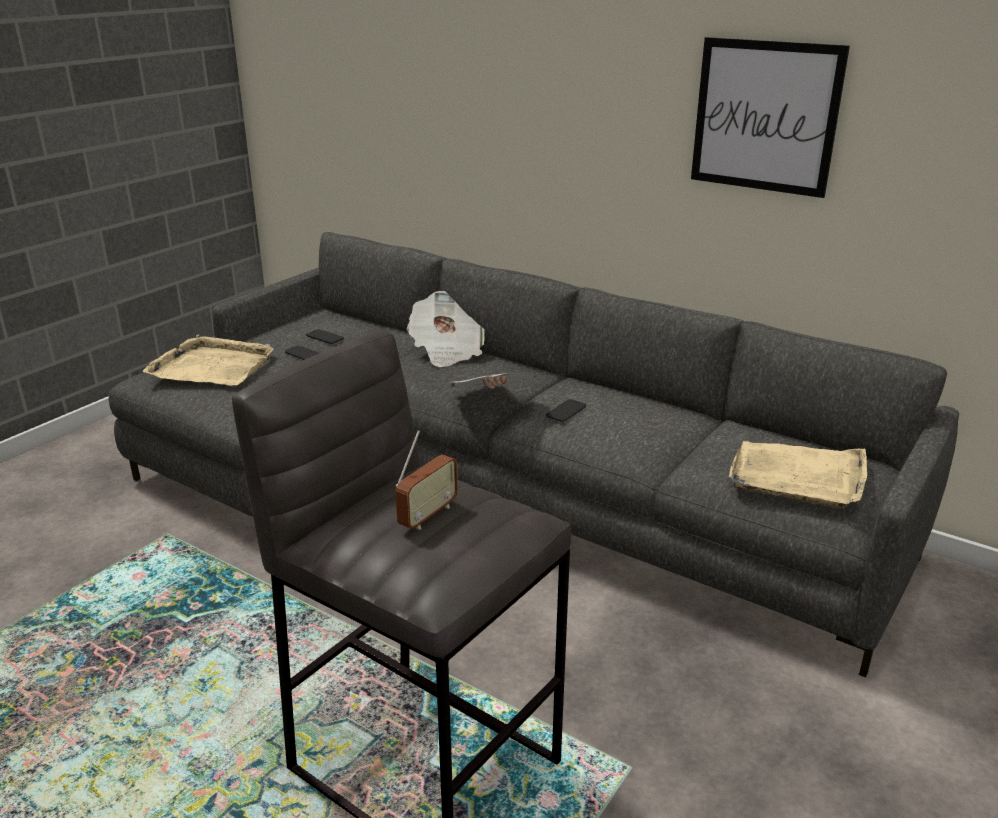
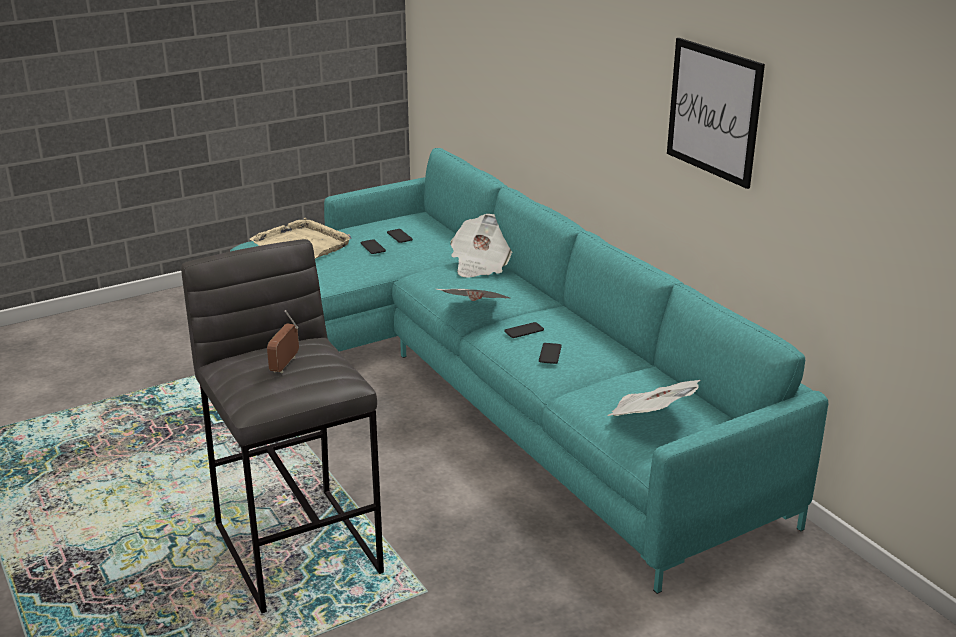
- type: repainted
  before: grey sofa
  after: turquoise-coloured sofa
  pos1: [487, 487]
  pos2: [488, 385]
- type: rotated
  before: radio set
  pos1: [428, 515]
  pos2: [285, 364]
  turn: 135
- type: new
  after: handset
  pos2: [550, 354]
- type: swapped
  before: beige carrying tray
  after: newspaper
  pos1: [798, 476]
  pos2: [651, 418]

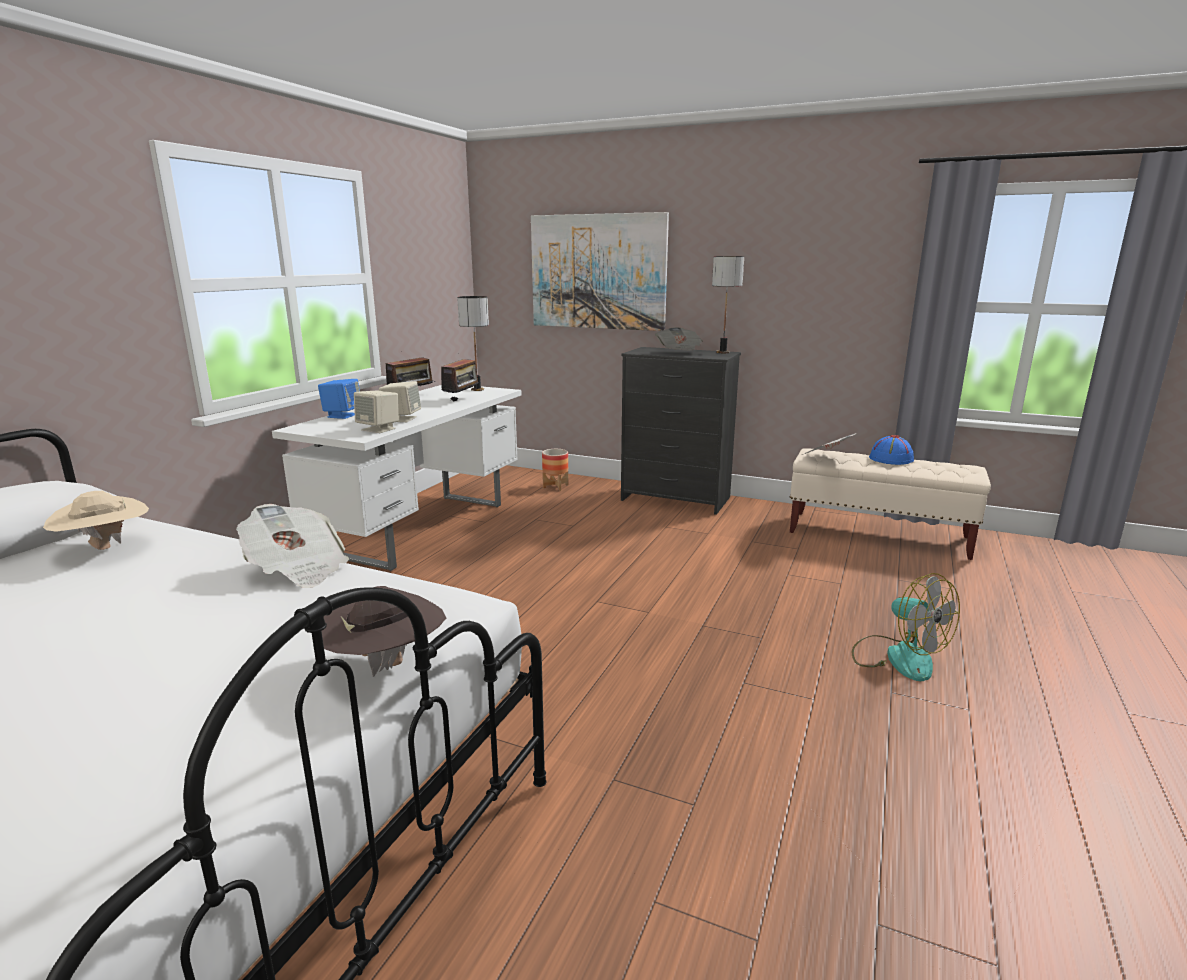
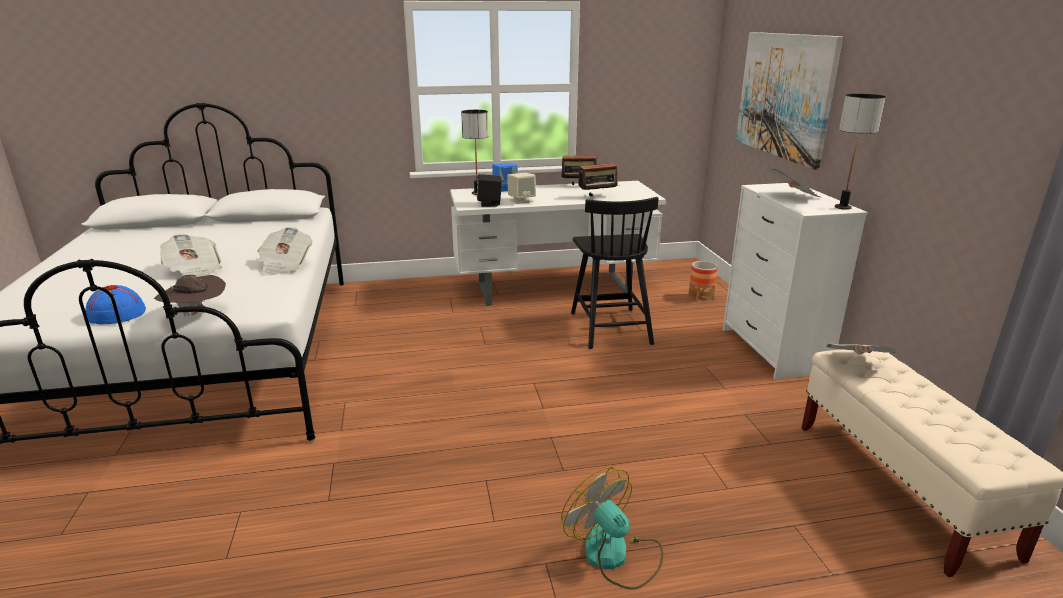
- type: shifted
  before: blue-coloured wearable hat
  pos1: [890, 459]
  pos2: [116, 314]
- type: new
  after: newspaper
  pos2: [194, 271]
- type: shifted
  before: table lamp
  pos1: [477, 389]
  pos2: [477, 193]
- type: repainted
  before: beige loudspeaker
  after: blackish loudspeaker
  pos1: [379, 429]
  pos2: [489, 204]
- type: rotated
  before: cooling fan
  pos1: [898, 657]
  pos2: [615, 556]
  turn: 120
- type: new
  after: blackish upright chair
  pos2: [610, 327]
- type: repainted
  before: blackish chest of drawers
  after: white-coloured chest of drawers
  pos1: [675, 499]
  pos2: [772, 350]
- type: gone
  before: beige wearable hat
  pos1: [105, 549]

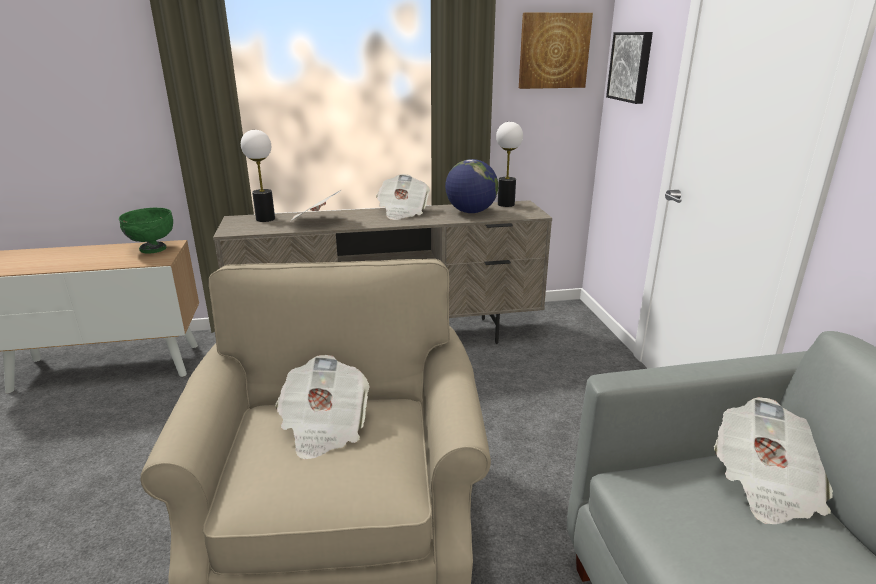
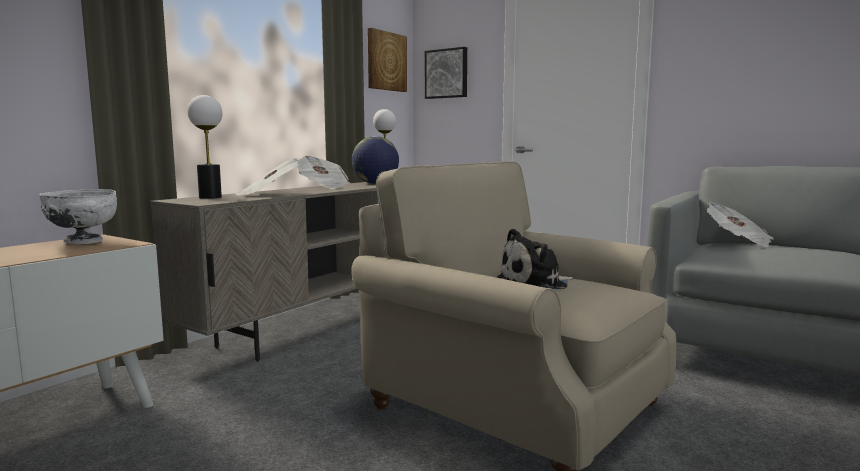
- type: repainted
  before: green-coloured bowl
  after: white-coloured bowl
  pos1: [152, 249]
  pos2: [83, 242]
- type: swapped
  before: newspaper
  after: plush toy
  pos1: [324, 427]
  pos2: [536, 284]

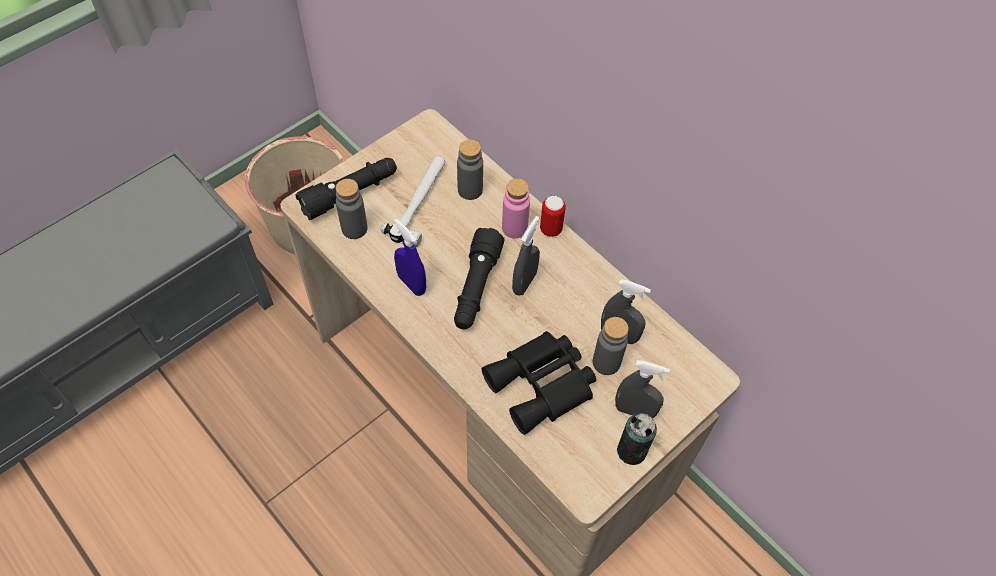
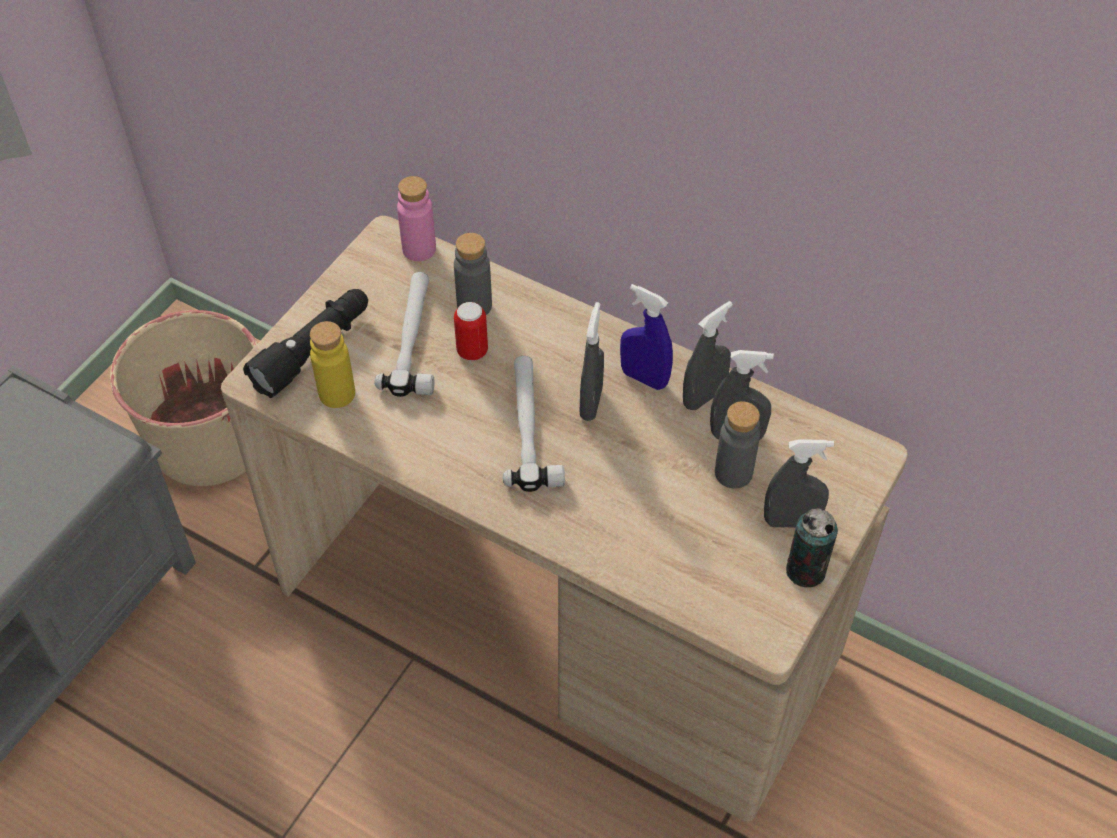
- type: repainted
  before: grey drink bottle
  after: yellowish drink bottle
  pos1: [354, 228]
  pos2: [337, 394]
- type: shifted
  before: pink-coloured drink bottle
  pos1: [514, 228]
  pos2: [419, 249]
- type: shifted
  before: sealed can
  pos1: [551, 229]
  pos2: [472, 351]
- type: swapped
  before: blackish torch
  after: hammer
  pos1: [476, 288]
  pos2: [530, 426]
- type: shifted
  before: blue-coloured sprayer
  pos1: [411, 284]
  pos2: [644, 378]
- type: new
  after: grey sprayer
  pos2: [703, 397]
- type: gone
  before: blackish field glasses
  pos1: [543, 386]

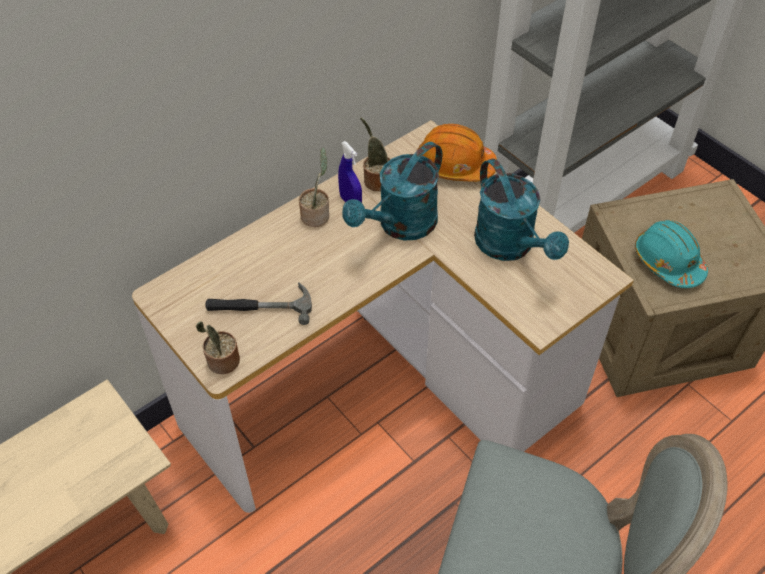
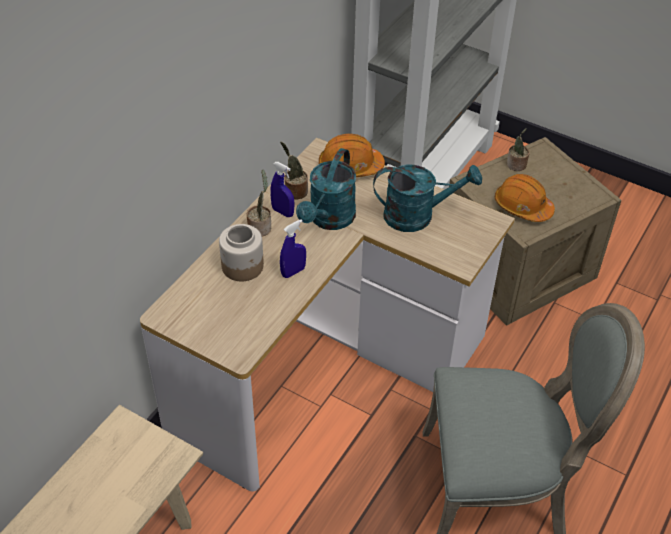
- type: new
  after: preserve jar
  pos2: [243, 266]
- type: new
  after: blue-coloured sprayer
  pos2: [293, 272]
- type: rotated
  before: turquoise-coloured watering pot
  pos1: [510, 246]
  pos2: [418, 215]
  turn: -45
- type: repainted
  before: turquoise-coloured safety helmet
  after: orange safety helmet
  pos1: [668, 262]
  pos2: [522, 207]
- type: shifted
  before: potted plant
  pos1: [222, 362]
  pos2: [516, 165]
- type: gone
  before: hammer
  pos1: [259, 306]

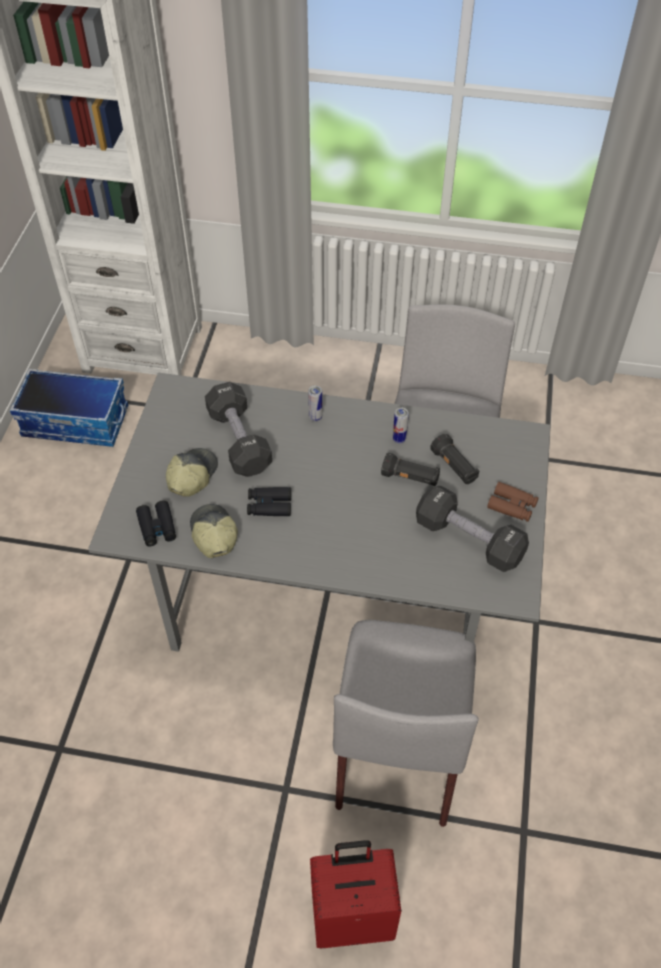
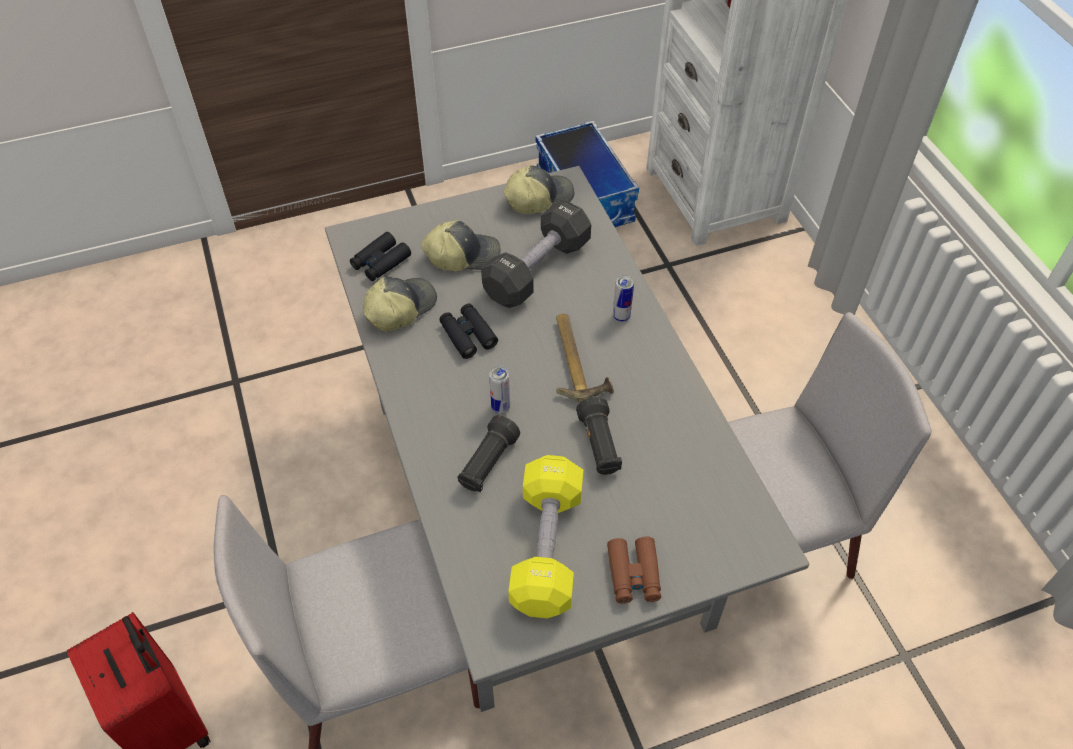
- type: shifted
  before: blackish torch
  pos1: [454, 467]
  pos2: [487, 463]
- type: shifted
  before: sealed can
  pos1: [399, 439]
  pos2: [500, 407]
- type: new
  after: baseball cap
  pos2: [538, 198]
- type: repainted
  before: blackish hand weight
  after: yellowish hand weight
  pos1: [469, 539]
  pos2: [547, 548]
- type: new
  after: hammer
  pos2: [577, 361]

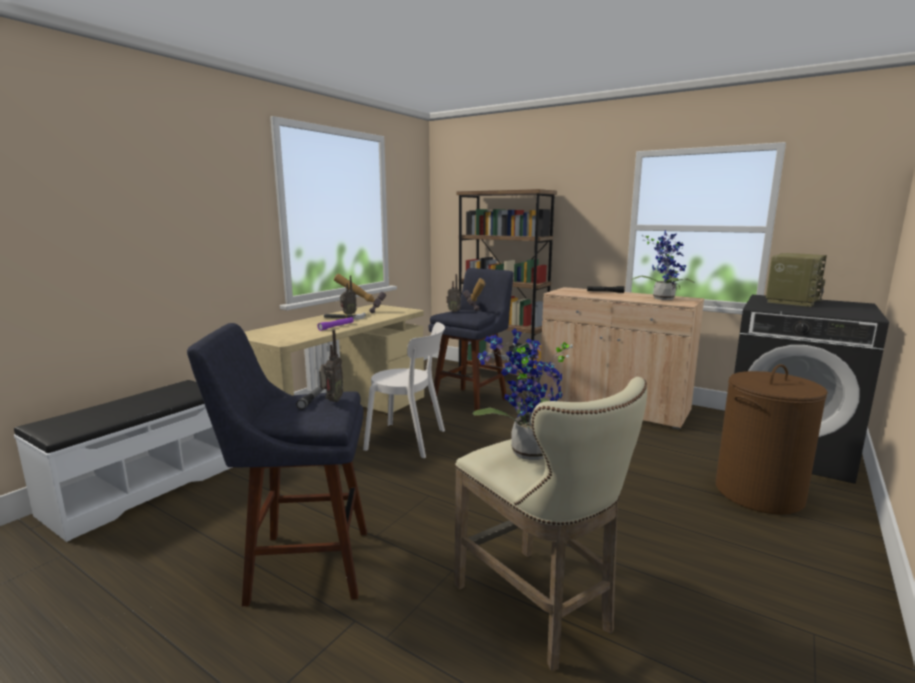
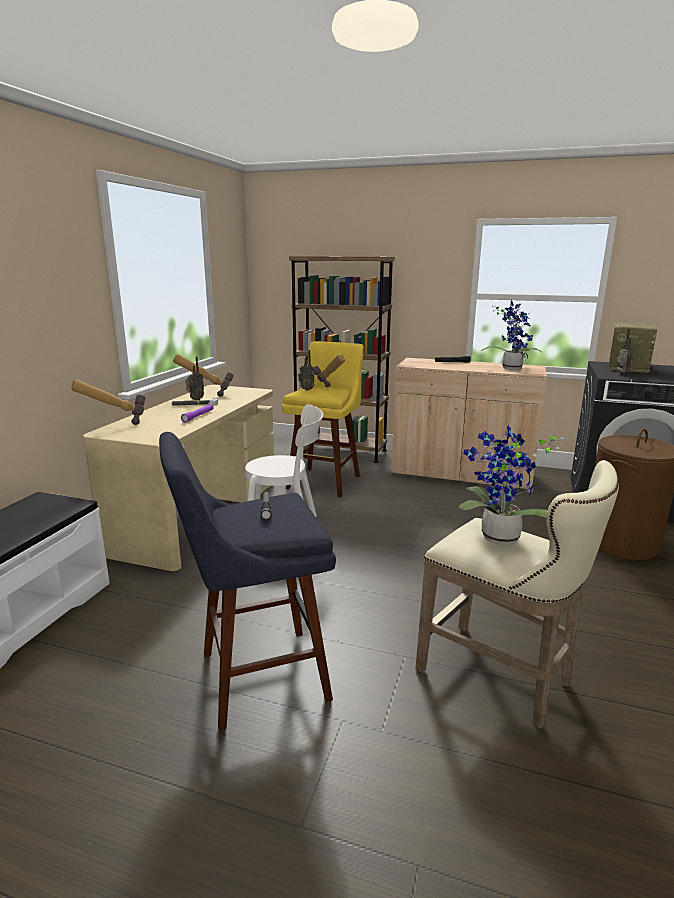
- type: new
  after: hammer
  pos2: [114, 426]
- type: repainted
  before: blue-coloured stool
  after: yellowish stool
  pos1: [472, 400]
  pos2: [325, 480]
- type: shifted
  before: radio set
  pos1: [331, 401]
  pos2: [621, 374]

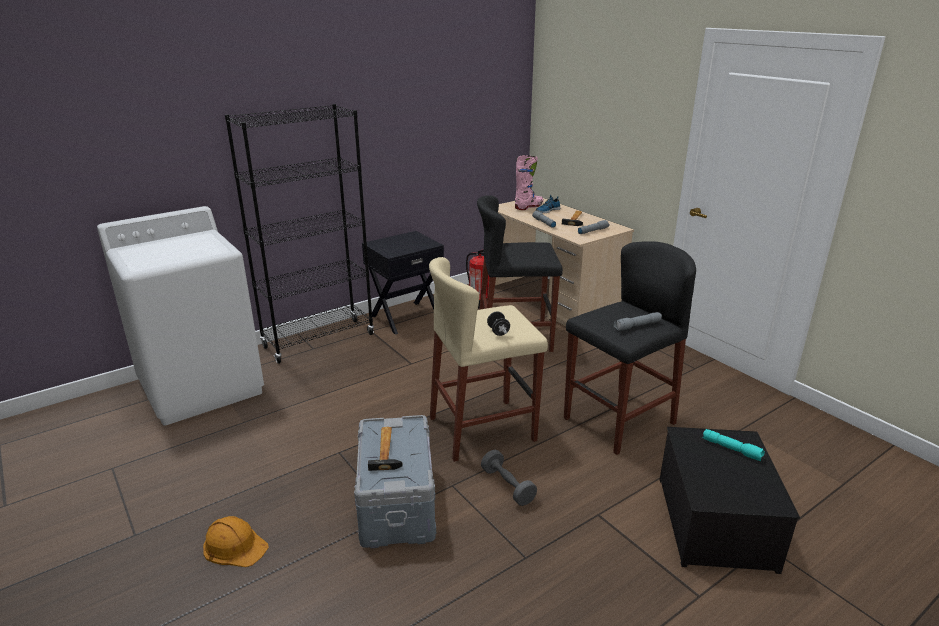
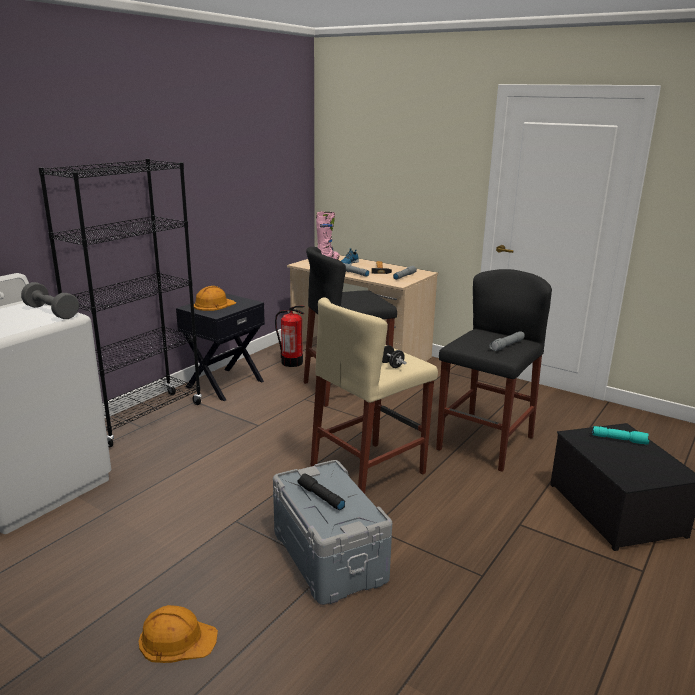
- type: shifted
  before: grey hand weight
  pos1: [507, 486]
  pos2: [51, 312]
- type: new
  after: orange safety helmet
  pos2: [213, 304]
- type: swapped
  before: hammer
  after: blackish torch
  pos1: [387, 449]
  pos2: [320, 497]

